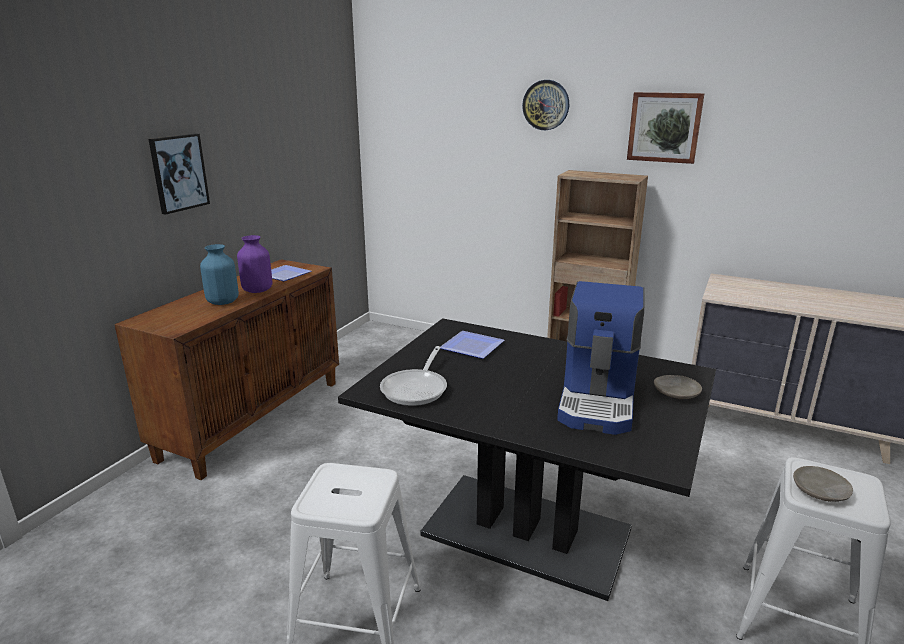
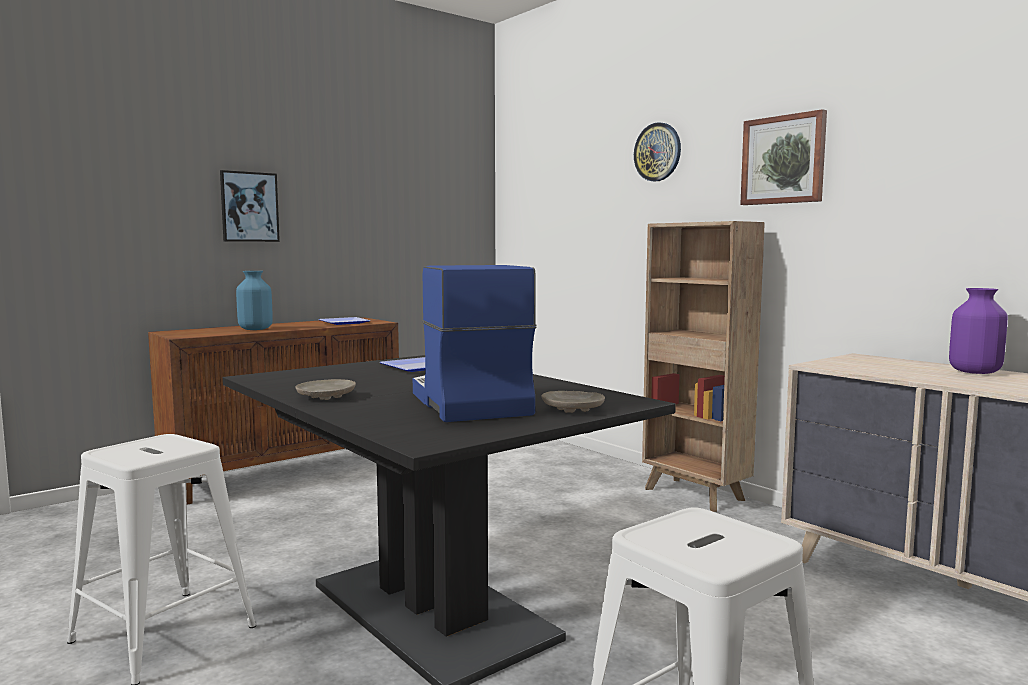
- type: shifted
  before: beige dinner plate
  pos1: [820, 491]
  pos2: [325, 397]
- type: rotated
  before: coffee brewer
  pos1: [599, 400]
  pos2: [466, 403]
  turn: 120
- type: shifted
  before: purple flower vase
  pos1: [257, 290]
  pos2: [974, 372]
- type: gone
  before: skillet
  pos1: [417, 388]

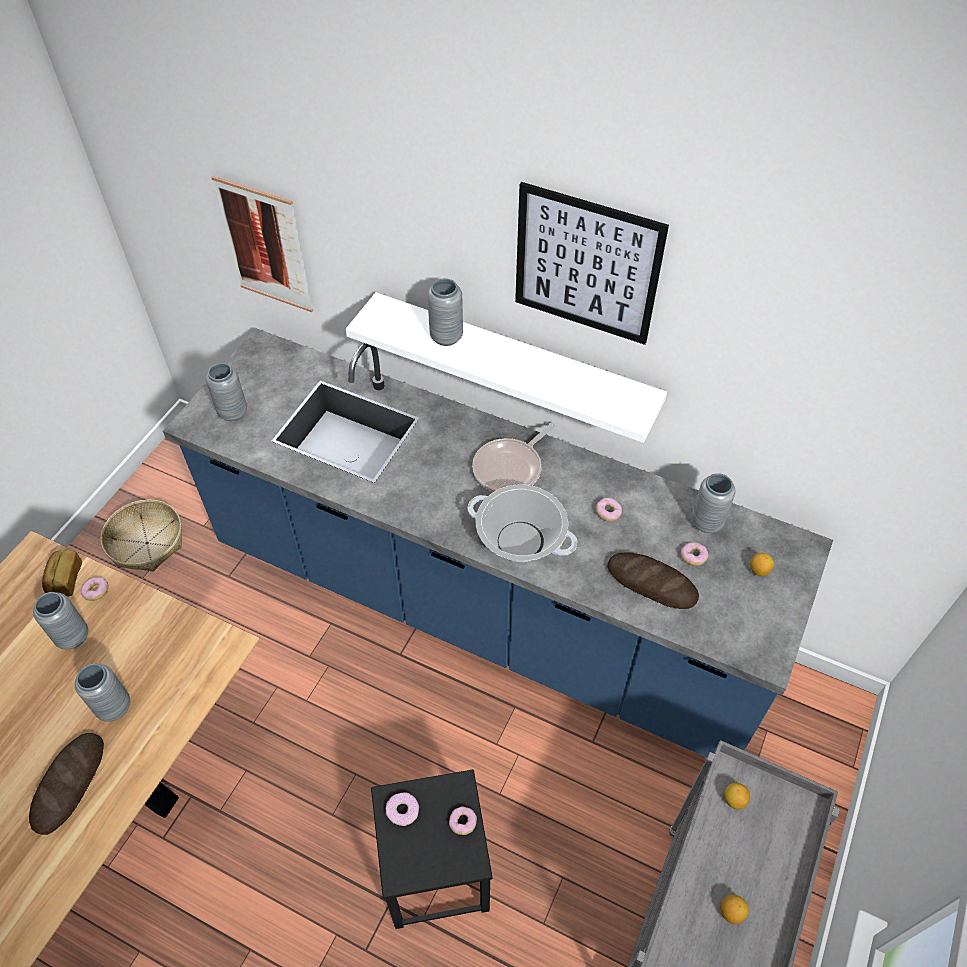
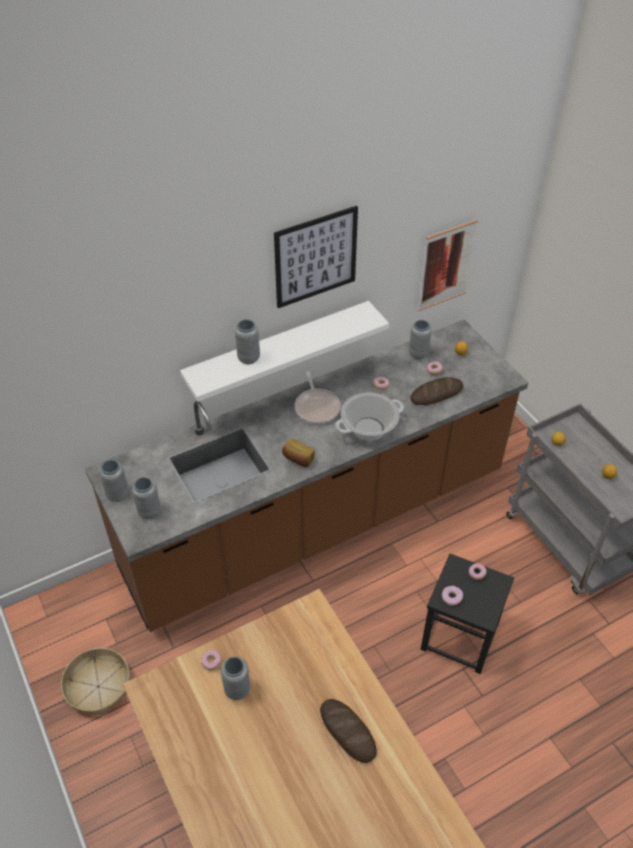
- type: repainted
  before: blue-coloured counter
  after: brown-coloured counter
  pos1: [483, 608]
  pos2: [316, 522]
- type: shifted
  before: grey flower vase
  pos1: [114, 707]
  pos2: [118, 495]
- type: shifted
  before: bread
  pos1: [64, 580]
  pos2: [298, 459]
- type: shifted
  before: wall art
  pos1: [265, 246]
  pos2: [446, 265]

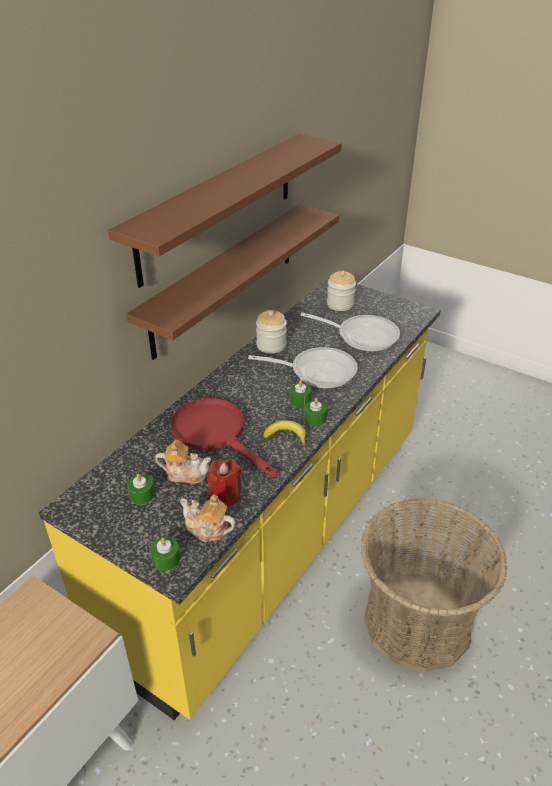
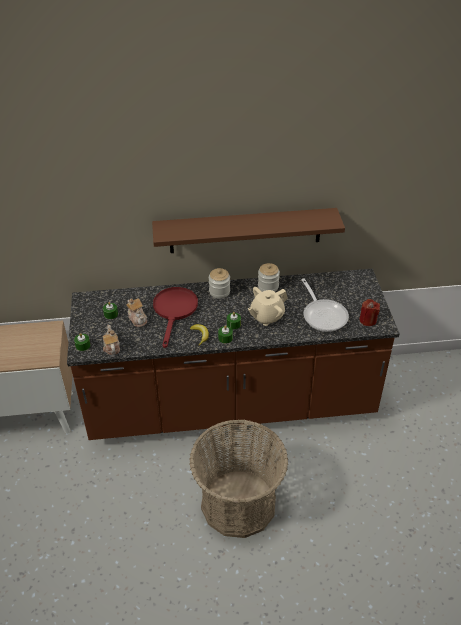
- type: repainted
  before: yellowish counter
  after: brown-coloured counter
  pos1: [276, 538]
  pos2: [231, 406]
- type: shifted
  before: preserve jar
  pos1: [340, 304]
  pos2: [219, 292]
- type: swapped
  before: skillet
  after: beige teapot
  pos1: [317, 371]
  pos2: [266, 316]
- type: shifted
  before: reddish wax candle
  pos1: [225, 495]
  pos2: [368, 320]
- type: gone
  before: brown-coloured bracket shelf
  pos1: [218, 206]

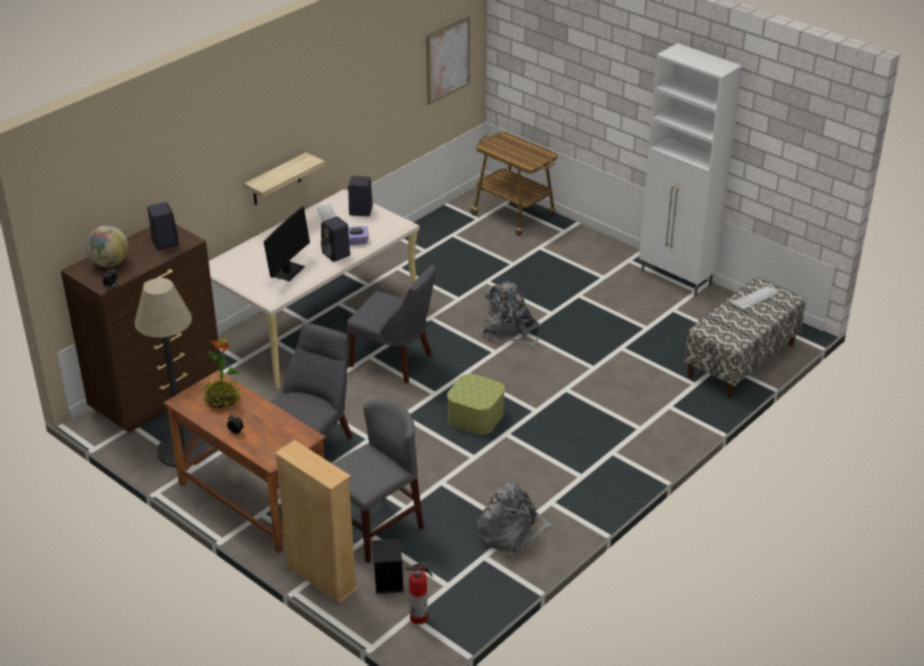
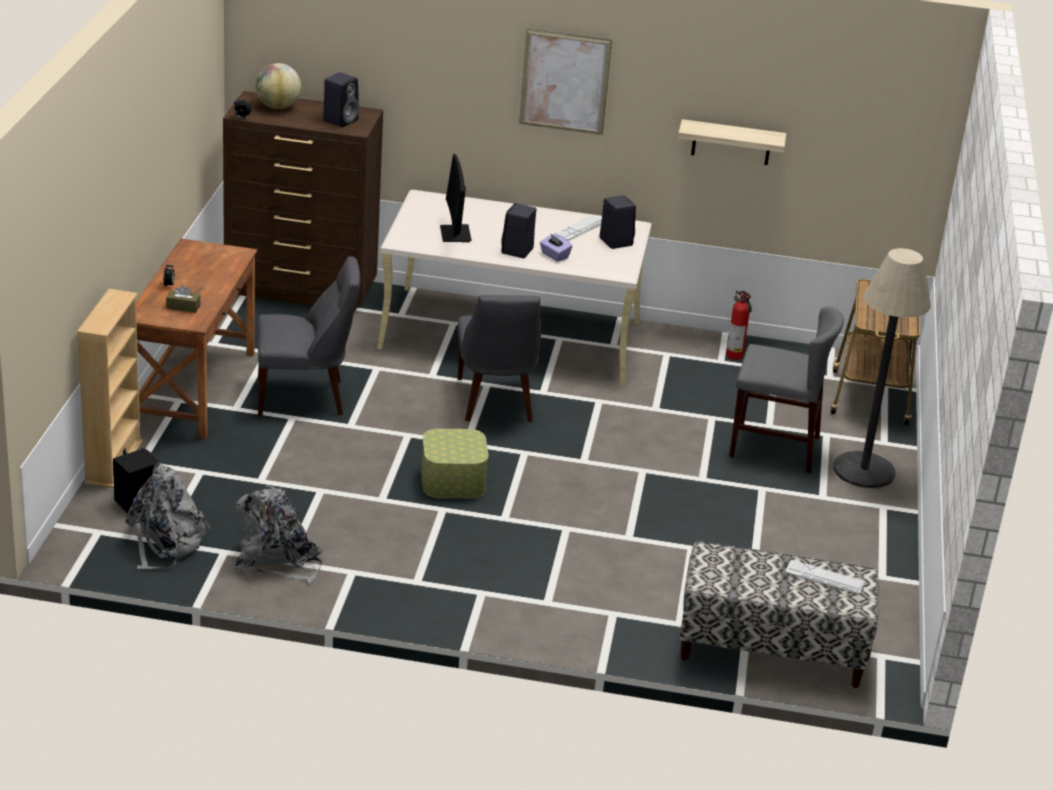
- type: shifted
  before: grey knapsack
  pos1: [511, 330]
  pos2: [166, 542]
- type: new
  after: brown-coloured box of tissues
  pos2: [183, 307]
- type: rotated
  before: computer display
  pos1: [287, 271]
  pos2: [455, 234]
  turn: 90
- type: shifted
  before: wall art
  pos1: [448, 60]
  pos2: [565, 82]
- type: shifted
  before: bracket shelf
  pos1: [276, 180]
  pos2: [731, 142]
- type: shifted
  before: fire-fighting cylinder
  pos1: [420, 617]
  pos2: [735, 356]
- type: shifted
  before: grey upright chair
  pos1: [375, 529]
  pos2: [774, 447]
- type: shifted
  before: standing lamp
  pos1: [183, 450]
  pos2: [864, 470]
- type: gone
  before: potted plant
  pos1: [222, 400]
- type: gone
  before: white-coloured storage cabinet
  pos1: [676, 279]

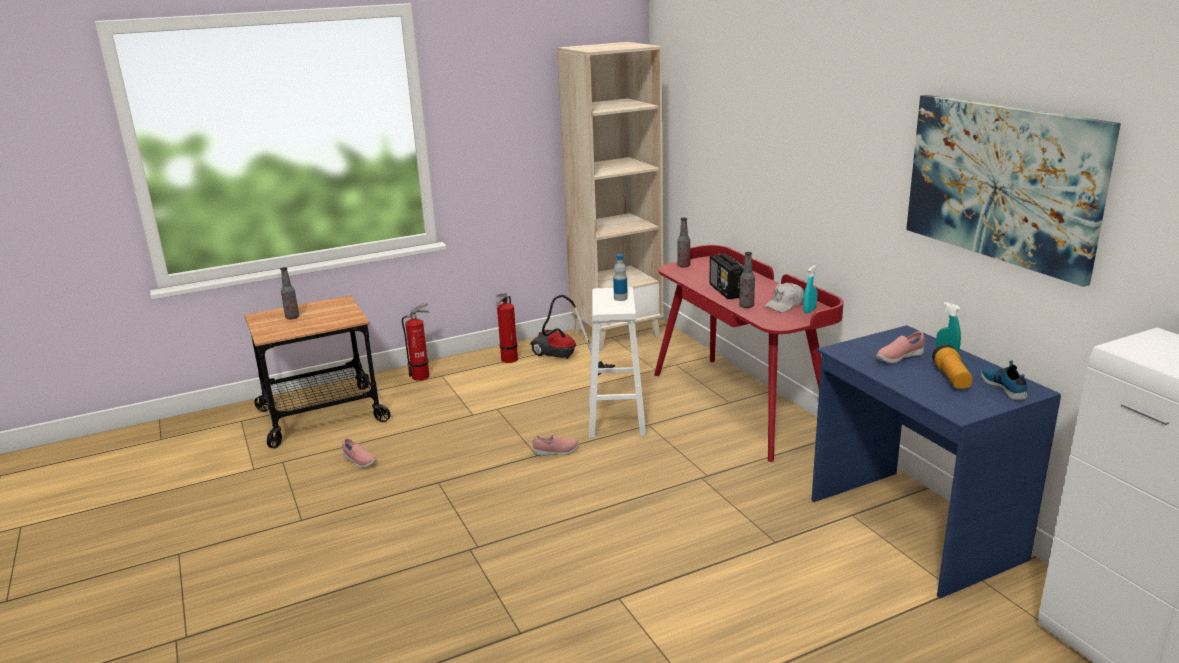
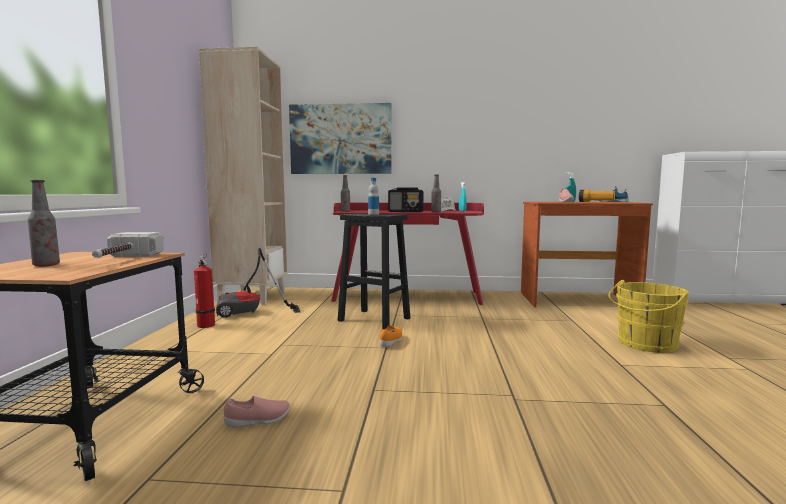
- type: new
  after: hammer
  pos2: [122, 259]
- type: shifted
  before: wall art
  pos1: [1002, 183]
  pos2: [340, 139]
- type: repainted
  before: white-coloured stool
  after: blackish stool
  pos1: [616, 419]
  pos2: [373, 319]
- type: repainted
  before: pink-coloured item of footwear
  after: orange item of footwear
  pos1: [556, 452]
  pos2: [391, 341]
- type: repainted
  before: blue-coloured desk unit
  after: brown-coloured desk unit
  pos1: [912, 529]
  pos2: [577, 300]
- type: new
  after: yellowish bucket
  pos2: [645, 344]
- type: gone
  before: fire-fighting cylinder
  pos1: [423, 376]

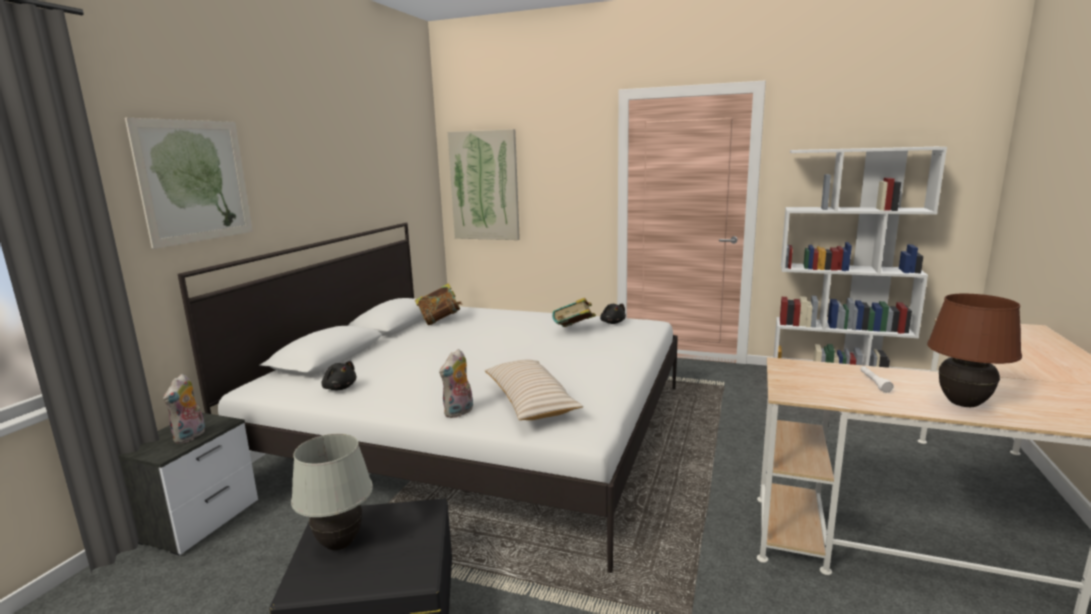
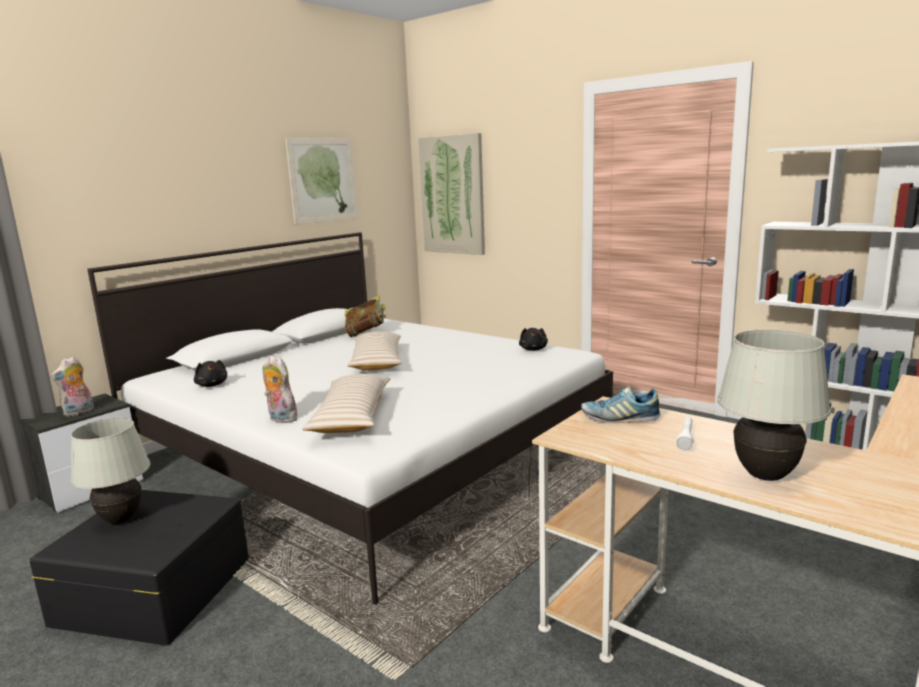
- type: rotated
  before: plush toy
  pos1: [459, 412]
  pos2: [280, 419]
  turn: 75
- type: shifted
  before: wall art
  pos1: [195, 181]
  pos2: [323, 180]
- type: new
  after: beige throw pillow
  pos2: [377, 361]
- type: new
  after: item of footwear
  pos2: [619, 418]
- type: repainted
  before: brown-coloured table lamp
  after: white-coloured table lamp
  pos1: [963, 404]
  pos2: [765, 475]
- type: gone
  before: volume
  pos1: [574, 331]

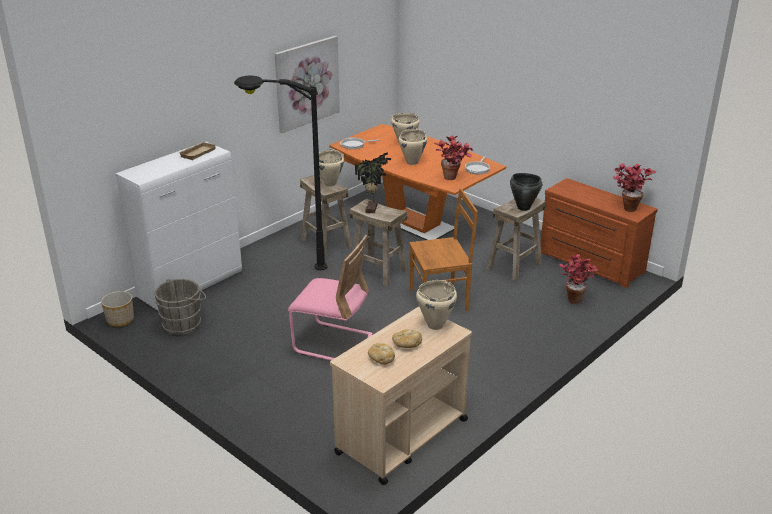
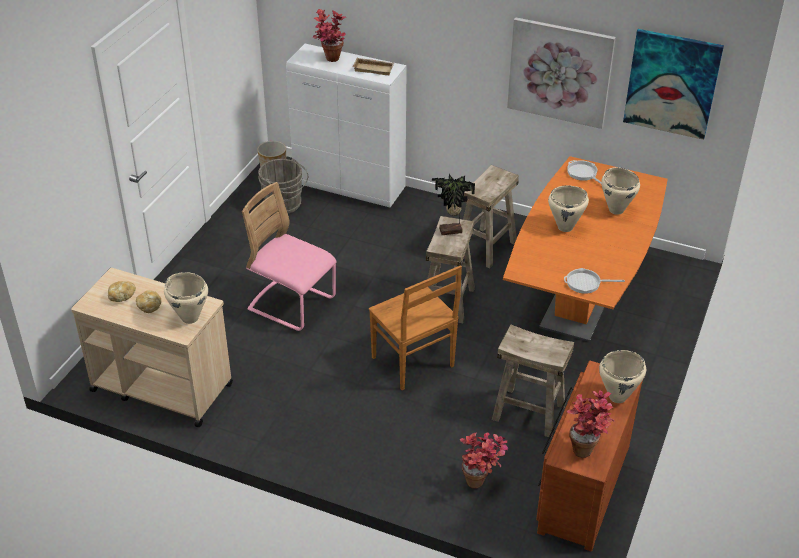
- type: rotated
  before: pink-coloured upright chair
  pos1: [333, 343]
  pos2: [292, 305]
  turn: 120
- type: shifted
  before: potted plant
  pos1: [453, 179]
  pos2: [330, 61]
- type: shifted
  before: beige cooking pot
  pos1: [330, 184]
  pos2: [618, 397]
- type: new
  after: wall art
  pos2: [672, 84]
- type: gone
  before: blackish standing lamp
  pos1: [280, 267]
- type: gone
  before: blackish cooking pot
  pos1: [523, 208]

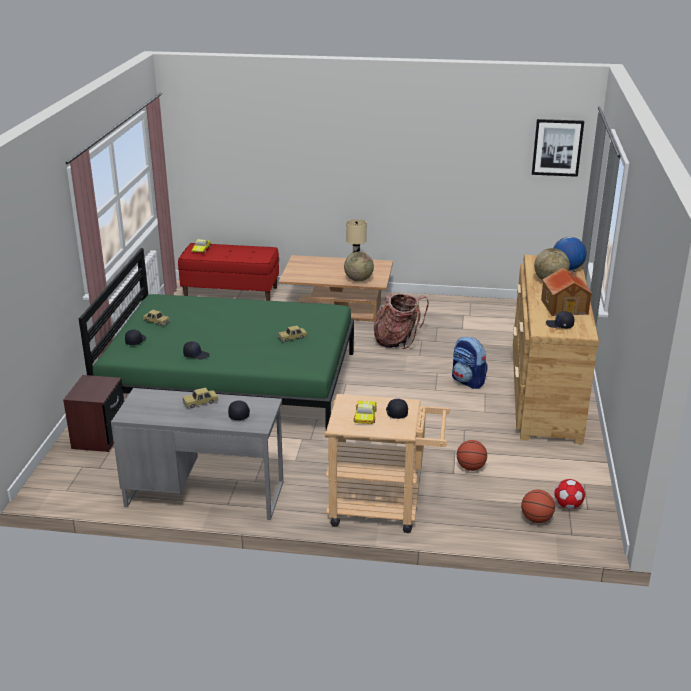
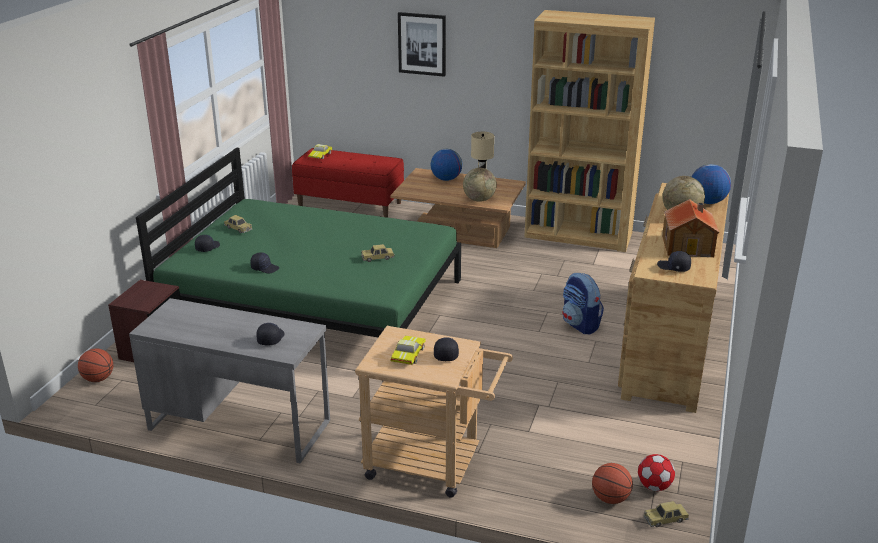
- type: shifted
  before: basketball ball
  pos1: [470, 467]
  pos2: [98, 379]
- type: shifted
  before: wall art
  pos1: [557, 147]
  pos2: [422, 44]
- type: new
  after: globe
  pos2: [446, 179]
- type: new
  after: brown-coloured bookshelf
  pos2: [578, 235]
- type: shifted
  before: toy car
  pos1: [200, 402]
  pos2: [665, 519]
- type: gone
  before: knapsack
  pos1: [397, 341]

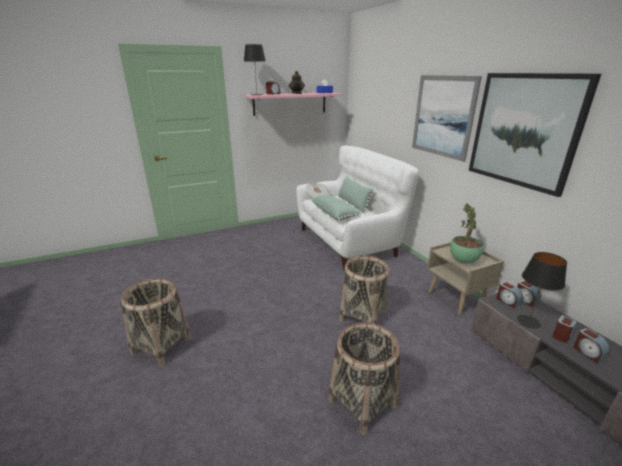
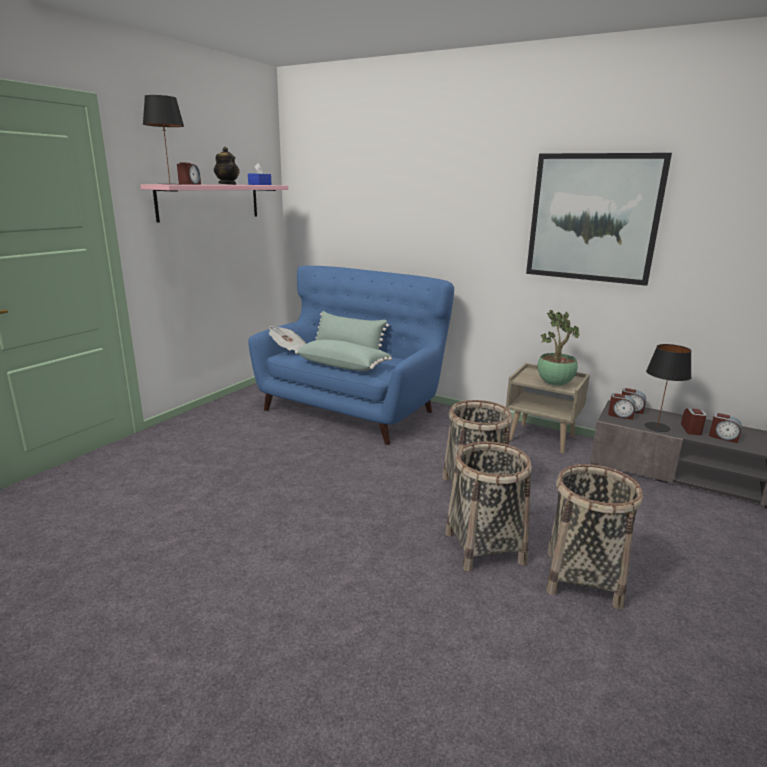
- type: repainted
  before: white-coloured sofa
  after: blue-coloured sofa
  pos1: [349, 241]
  pos2: [351, 409]
- type: shifted
  before: household basket
  pos1: [162, 345]
  pos2: [484, 547]
- type: gone
  before: wall art
  pos1: [443, 116]

